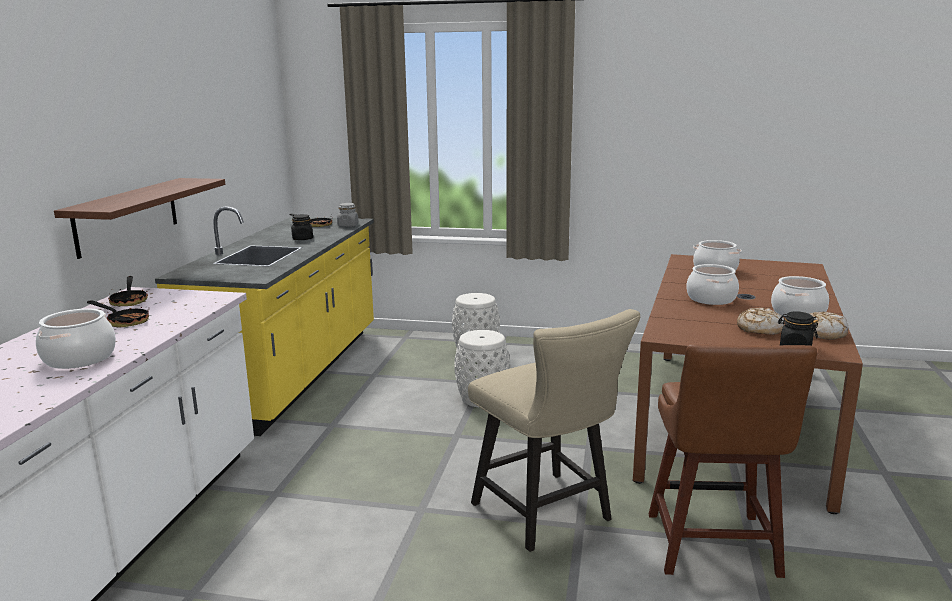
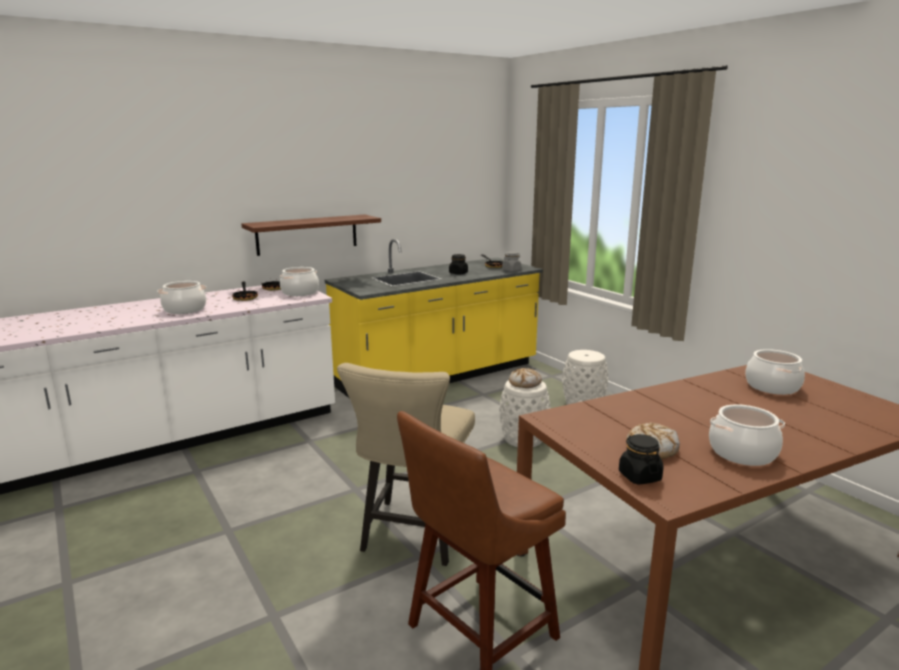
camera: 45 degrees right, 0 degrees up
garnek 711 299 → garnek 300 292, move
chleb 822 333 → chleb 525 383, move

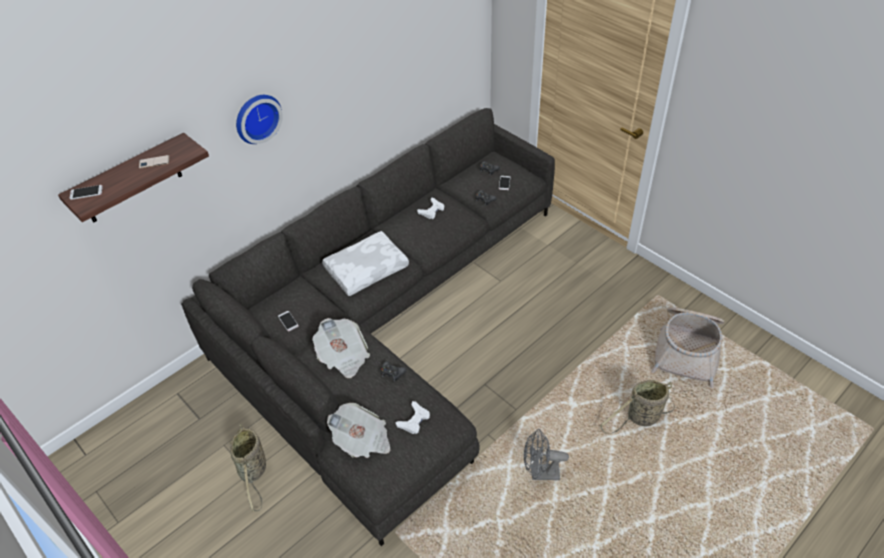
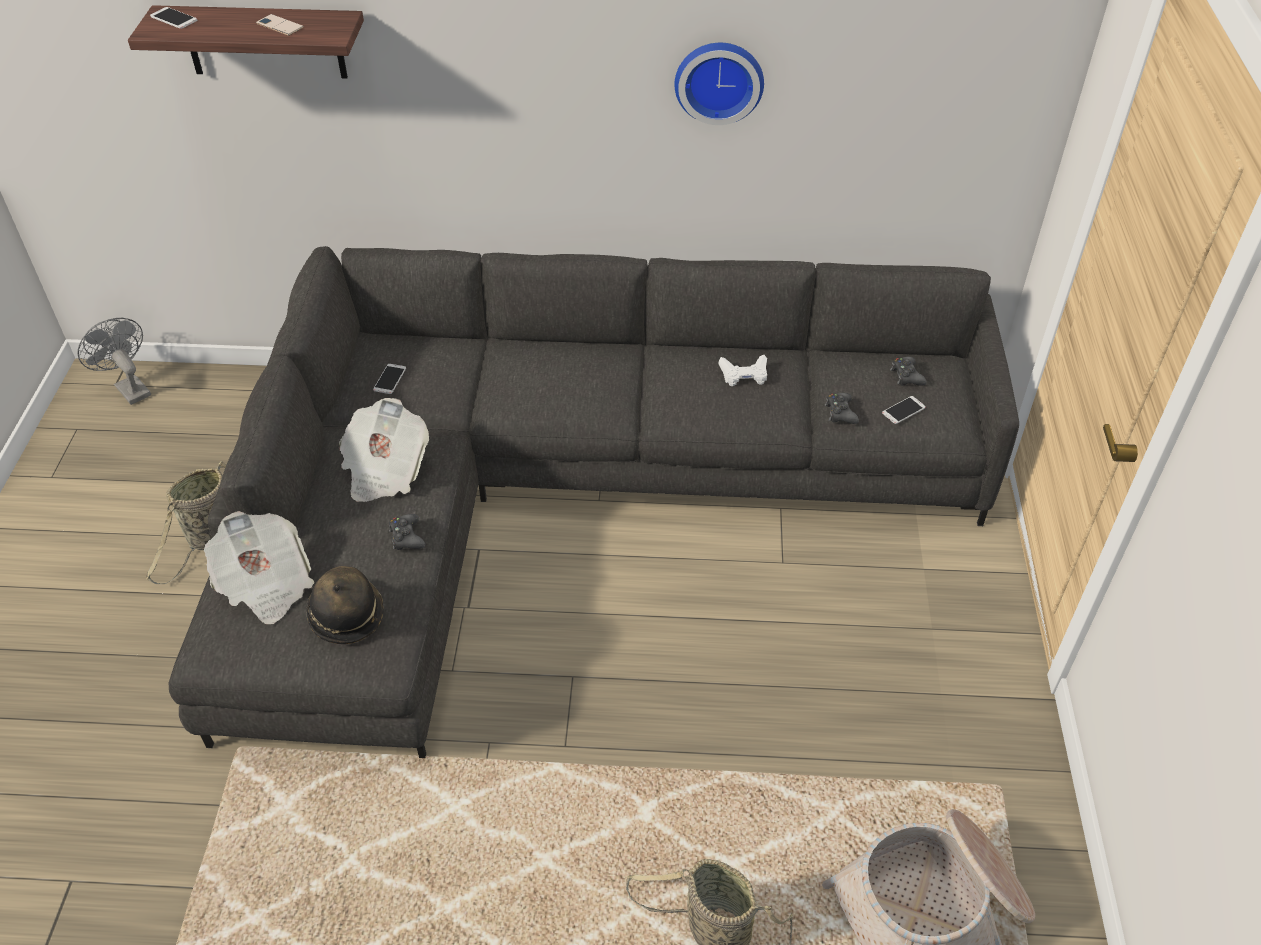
camera: 45 degrees right, 0 degrees up
wentylator (szary) 540 473 → wentylator (szary) 129 388, move
pad do gier (biały) 414 420 → kapelusz 346 614
zegar ścienny 256 117 → zegar ścienny 719 80, move
poduszka (biały) 366 268 → -

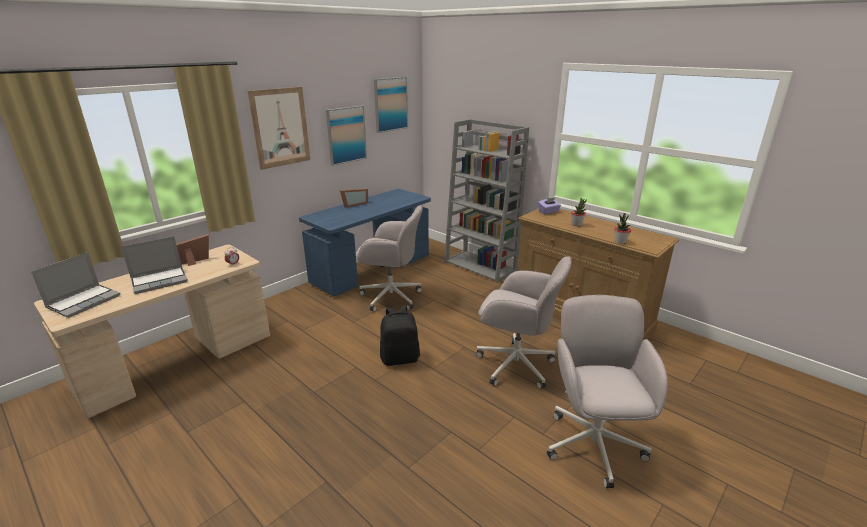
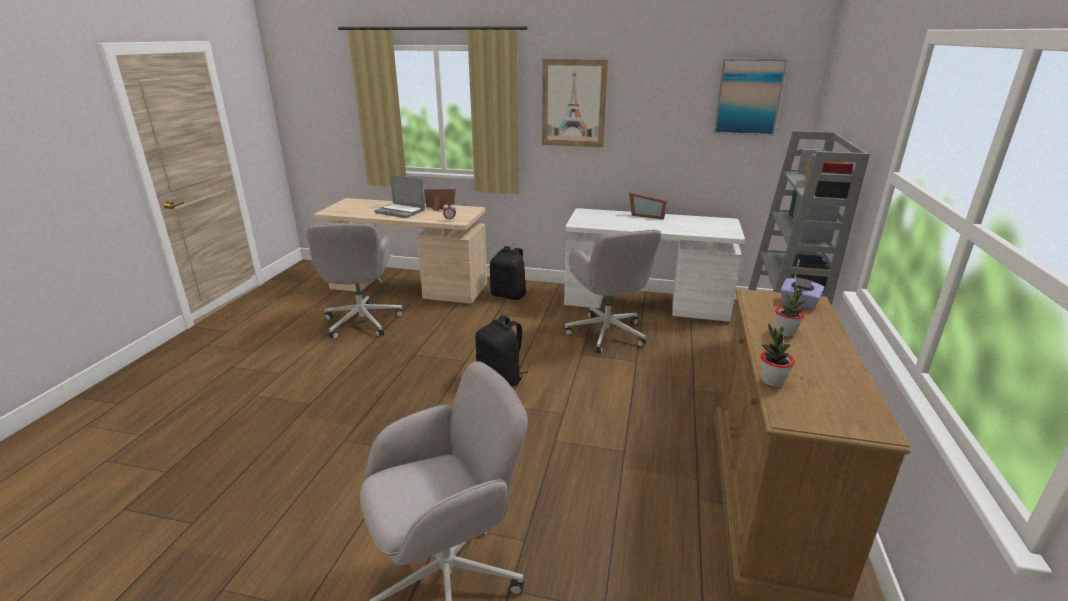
camera: 60 degrees right, 0 degrees up
krzesło biurowe (szary) 516 366 → krzesło biurowe (szary) 362 322, move
- → plecak (czarny) 509 295
biurko (niebieski) 372 270 → biurko (biały) 645 304
laptop 84 301 → -
obraz 346 135 → -

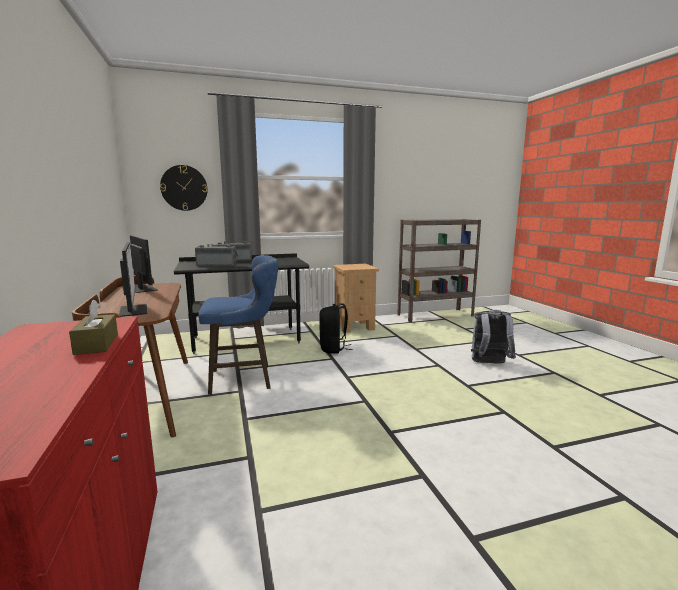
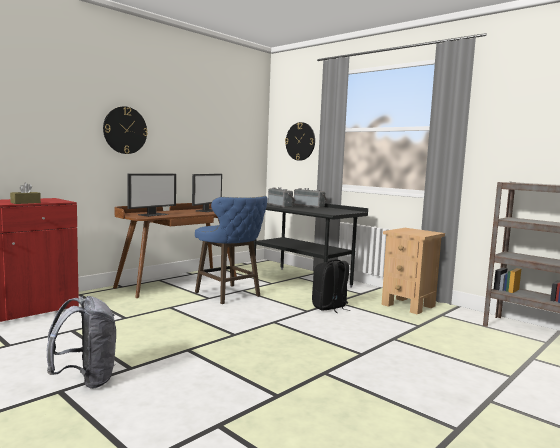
camera: 60 degrees right, 5 degrees down
plecak (szary) 489 364 → plecak (szary) 86 380, move
- → zegar ścienny 125 130

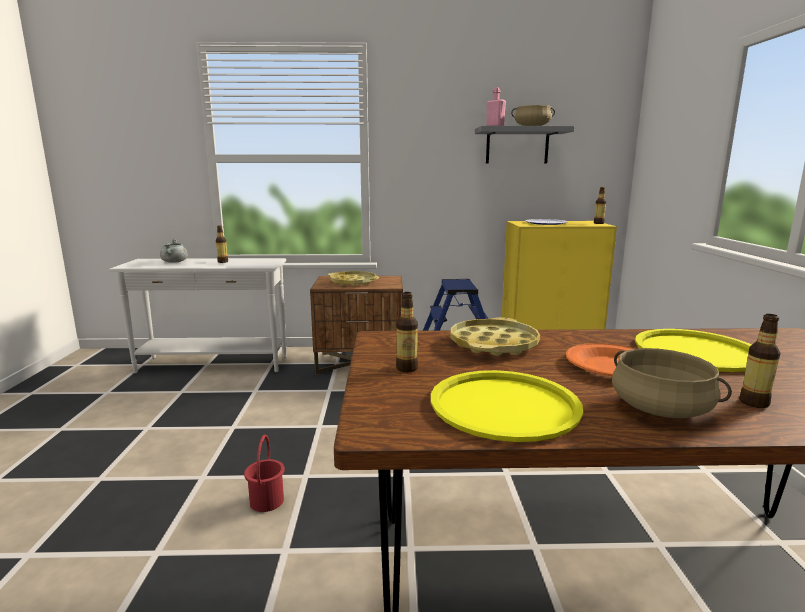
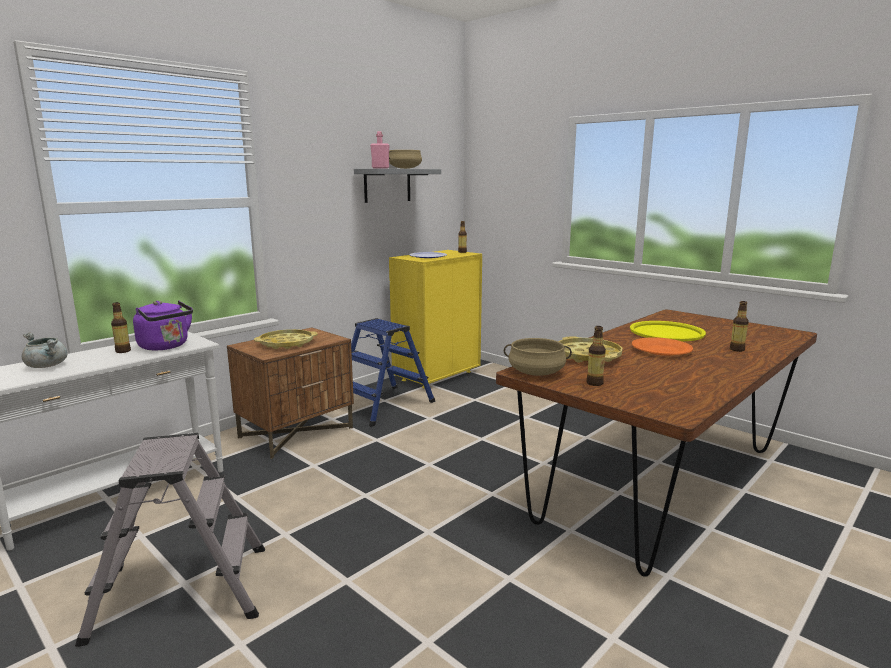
camera: 45 degrees left, 0 degrees up
- → drabinka (szary) 180 592
- → czajnik (fioletowy) 166 346
garnek (beżowy) 661 409 → garnek (beżowy) 536 372, move
wiadro (czerwony) 266 501 → -
taca (żółty) 504 405 → -

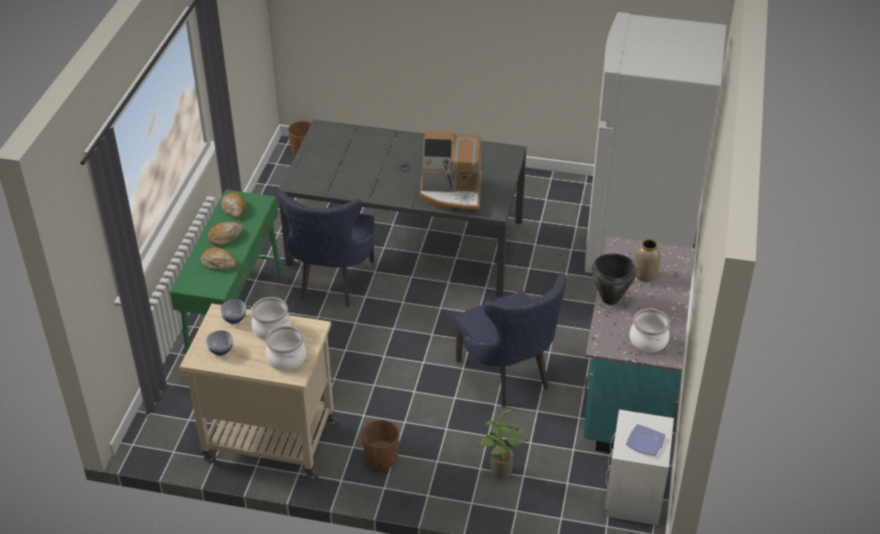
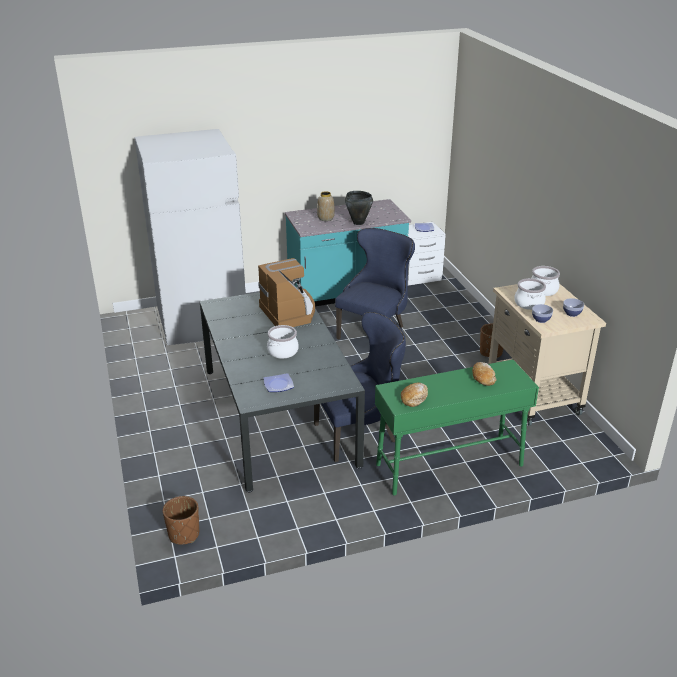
camera: 120 degrees left, 10 degrees down
- → talerz 278 385
garnek 648 341 → garnek 283 351, move
chleb 225 236 → -
roślina doniczkowa 499 474 → -

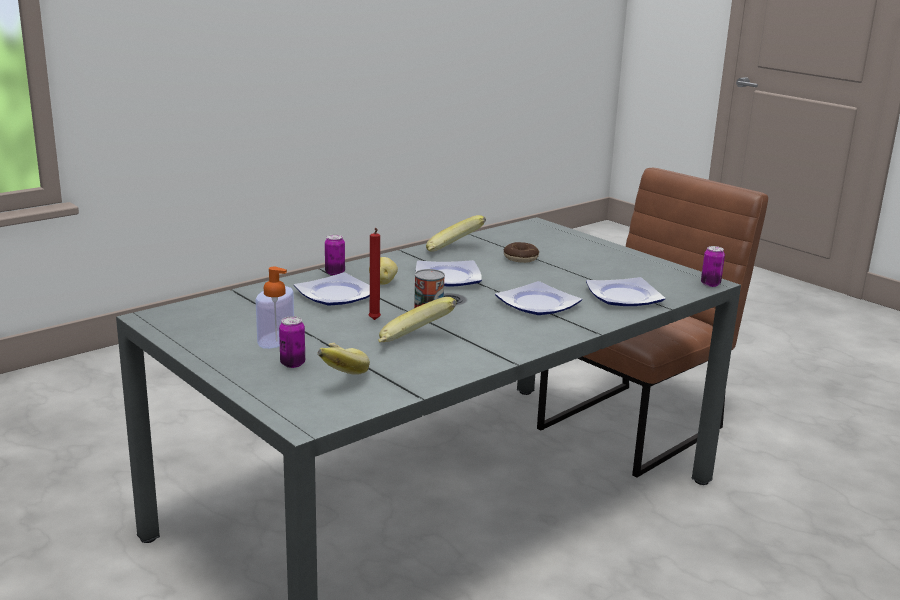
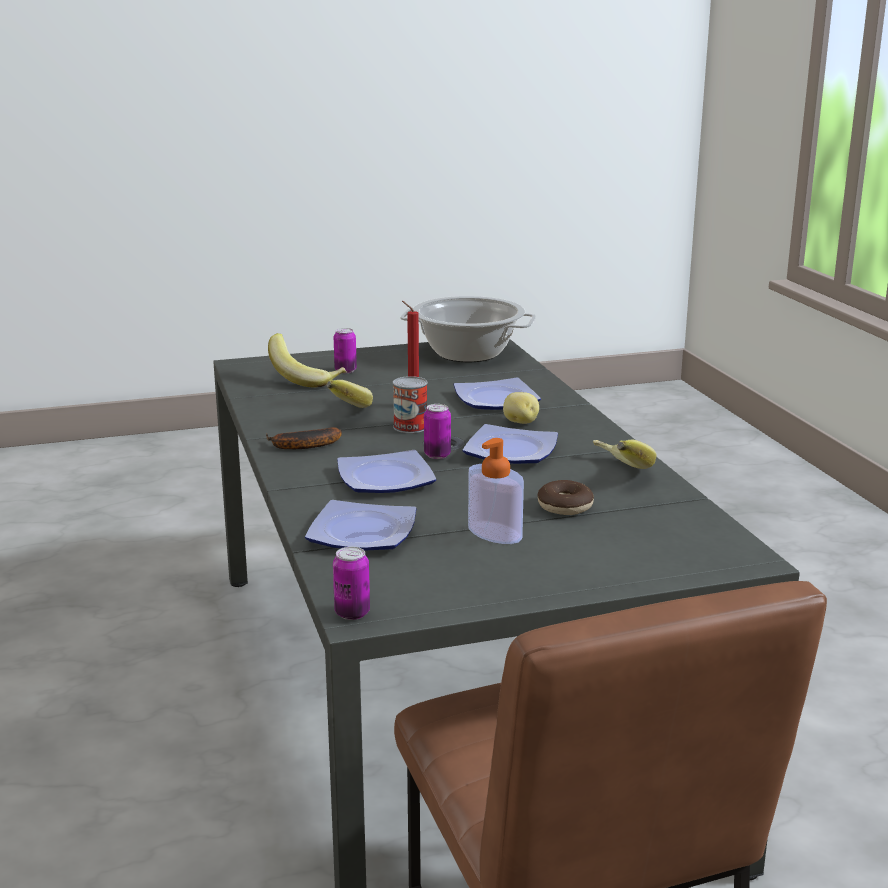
camera: 115 degrees right, 0 degrees up
- → banan 301 446
- → garnek 468 353
puszka 335 273 → puszka 437 455, move
dozownik mydła 276 339 → dozownik mydła 494 533, move

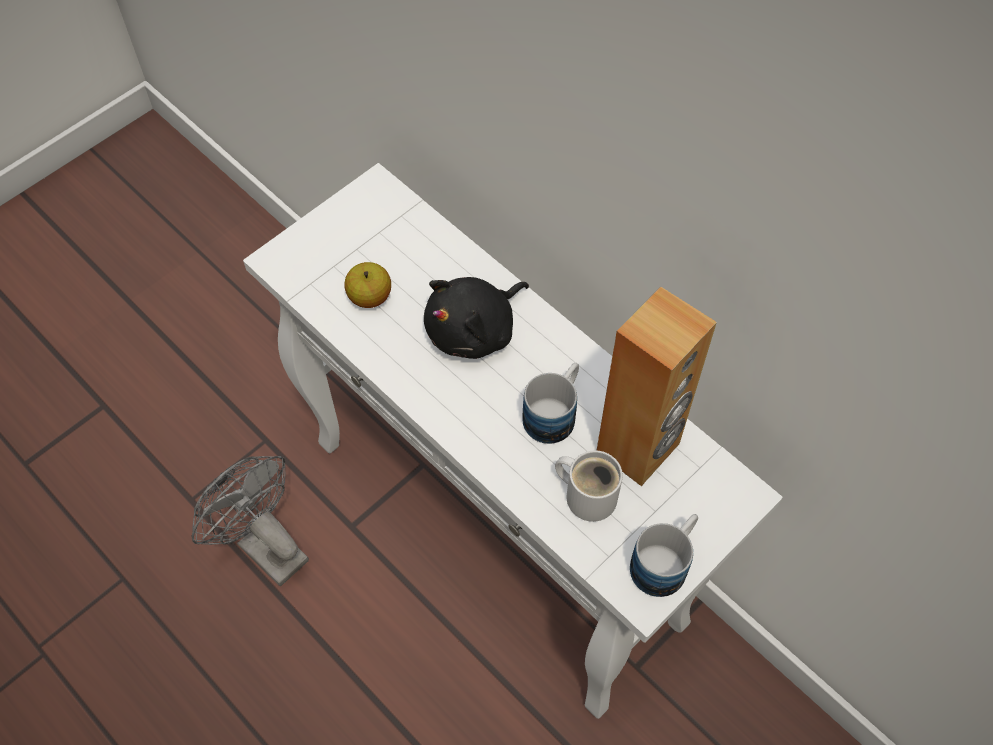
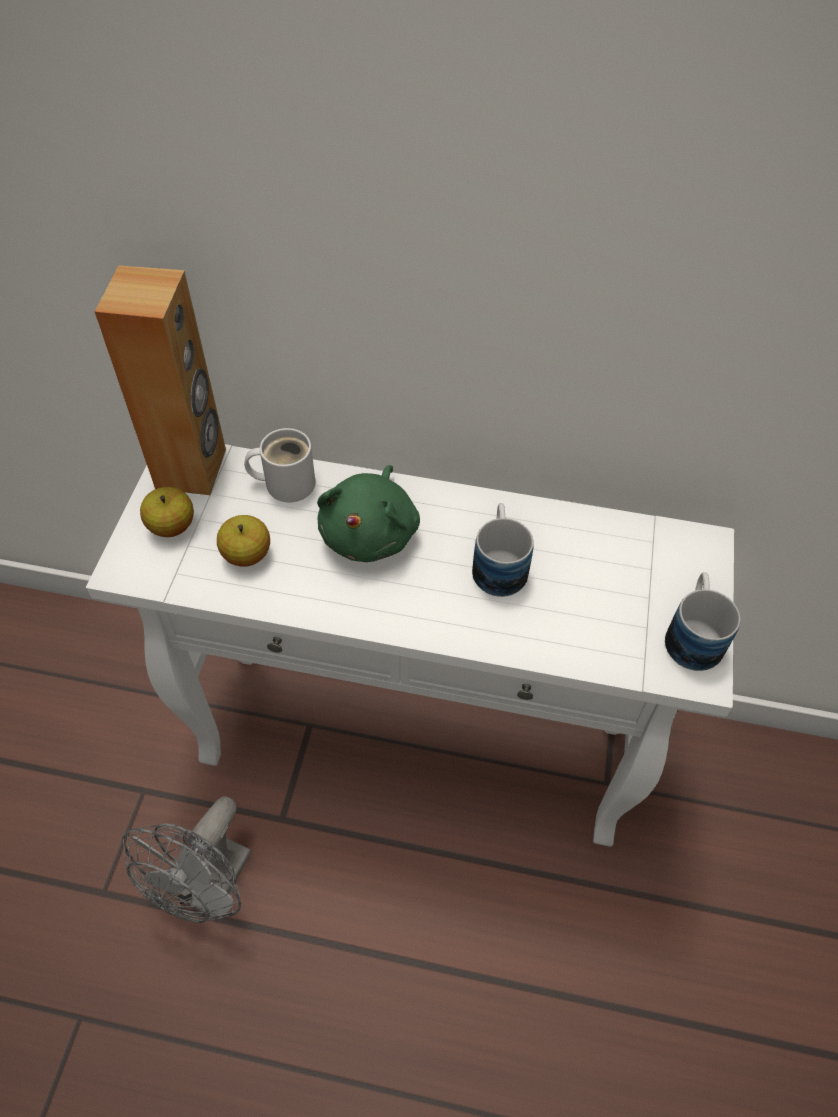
camera: 35 degrees left, 5 degrees down
głośnik (brązowy) 639 448 → głośnik (brązowy) 192 469, move
wentylator (szary) 264 546 → wentylator (szary) 209 889, 75 degrees counterclockwise
- → jabłko 172 526
kubek (biały) 588 494 → kubek (biały) 285 482, move
pluszak (czarny) 475 330 → pluszak (zielony) 371 532

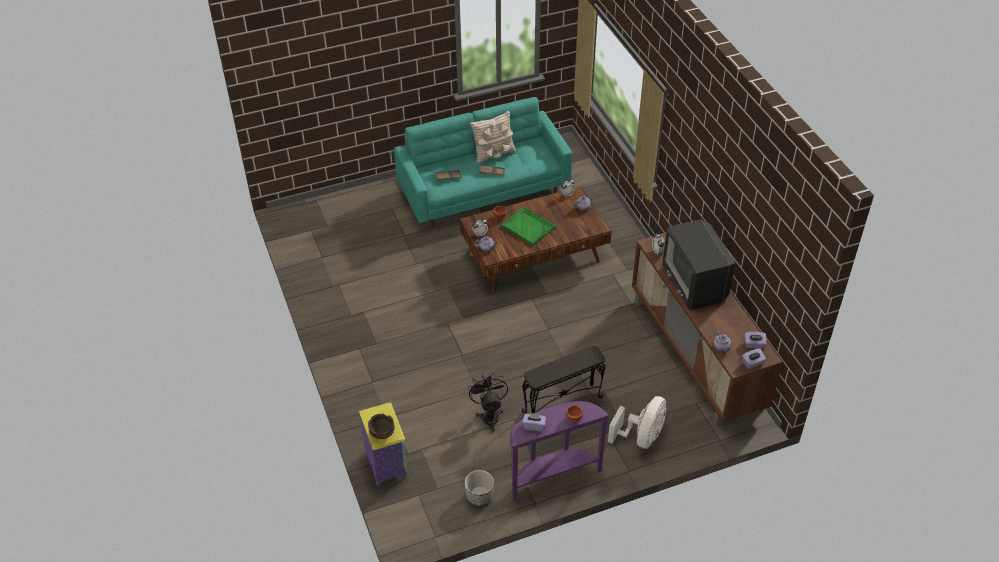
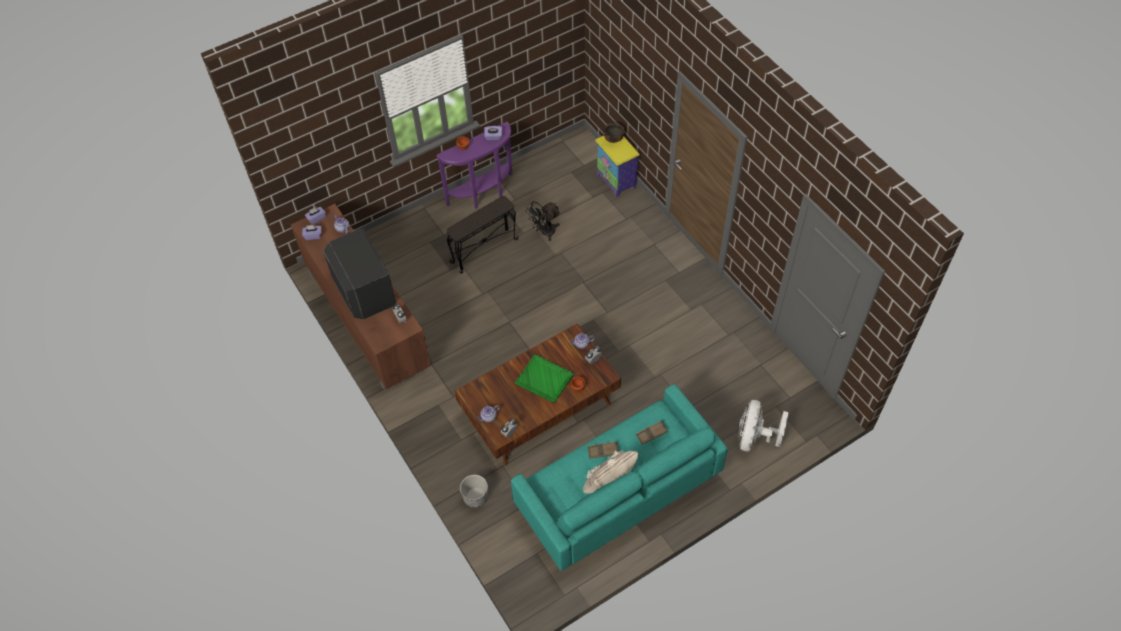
camera: 170 degrees right, 10 degrees up
donica 479 496 → donica 476 497, move
wentylator (czarny) 489 415 → wentylator (czarny) 545 232, 75 degrees clockwise
wentylator (biały) 641 437 → wentylator (biały) 754 437, move

